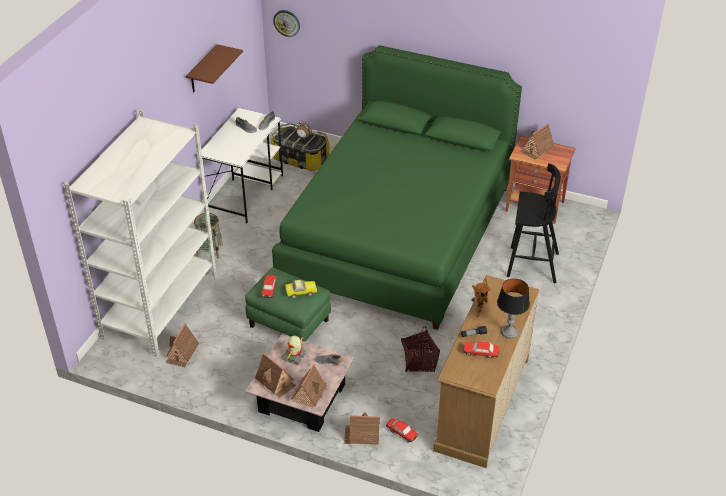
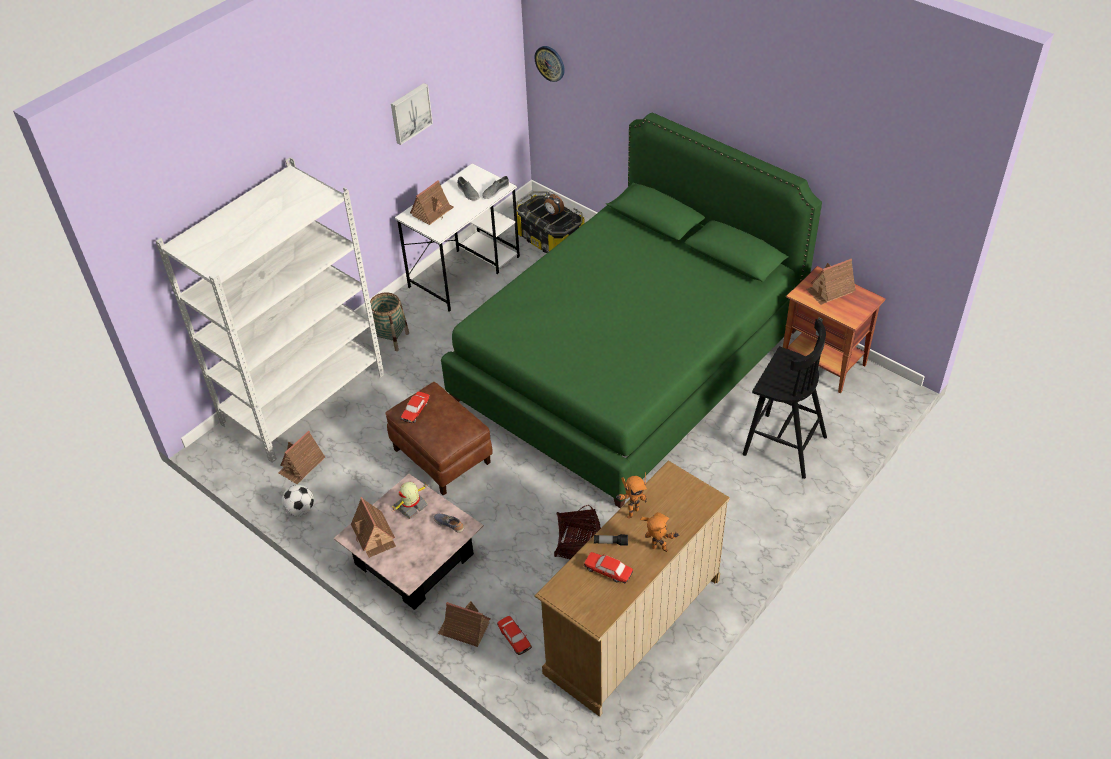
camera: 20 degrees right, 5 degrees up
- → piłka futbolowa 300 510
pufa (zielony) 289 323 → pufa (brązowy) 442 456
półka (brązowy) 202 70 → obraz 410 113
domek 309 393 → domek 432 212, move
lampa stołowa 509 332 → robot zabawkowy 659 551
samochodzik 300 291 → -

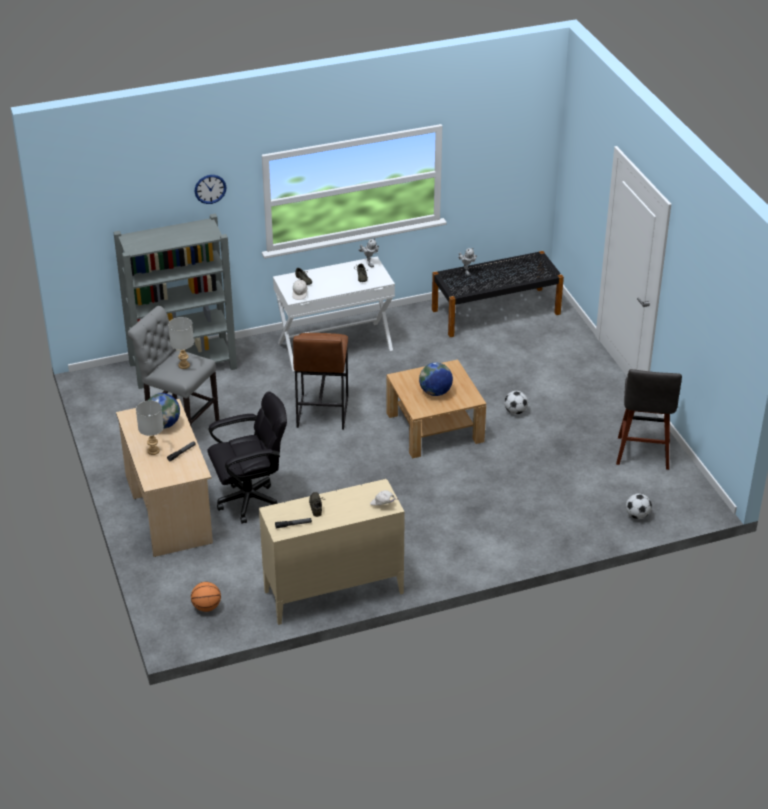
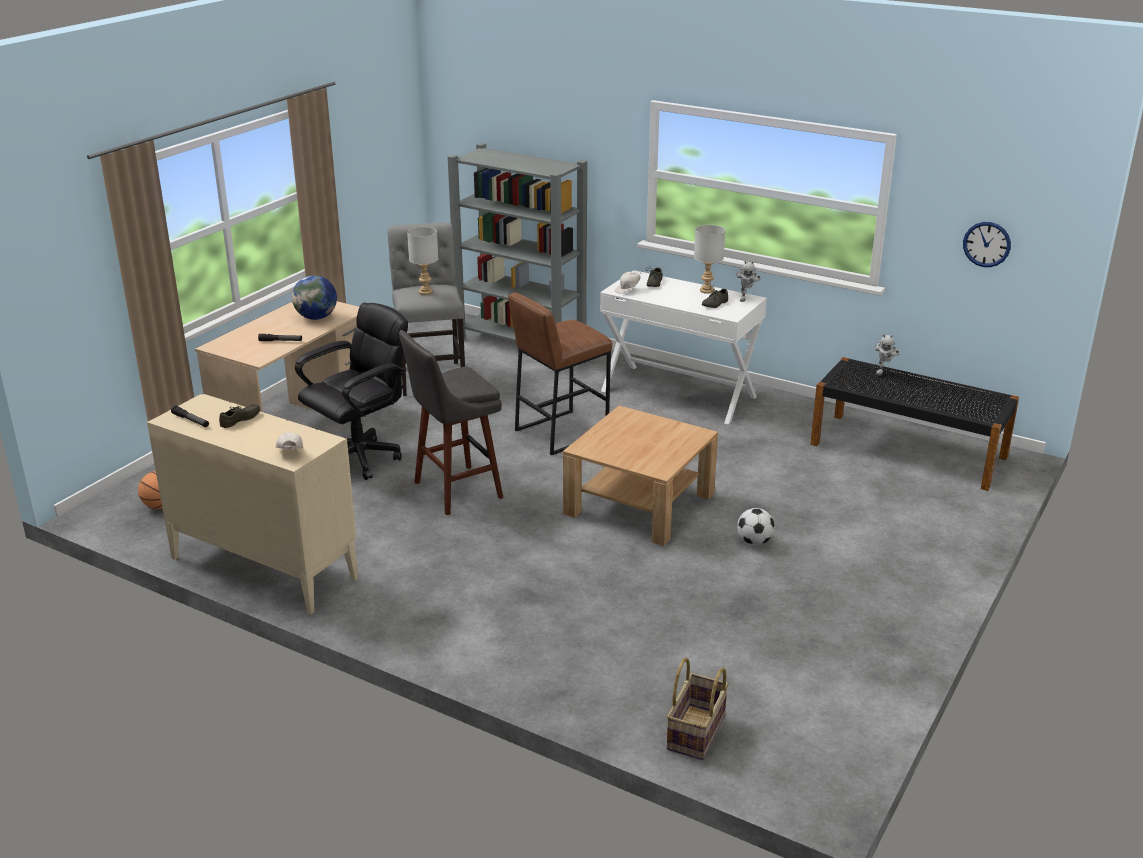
camera: 50 degrees right, 10 degrees down
krzesło biurowe (czarny) 251 500 → krzesło biurowe (czarny) 363 457, 75 degrees counterclockwise
stołek (szary) 642 454 → stołek (szary) 454 491, move
piłka futbolowa 637 515 → koszyk 697 733
lampa stołowa (szary) 154 451 → lampa stołowa (szary) 707 291, move
zegar ścienny 210 189 → zegar ścienny 986 244, move
globus 435 392 → -

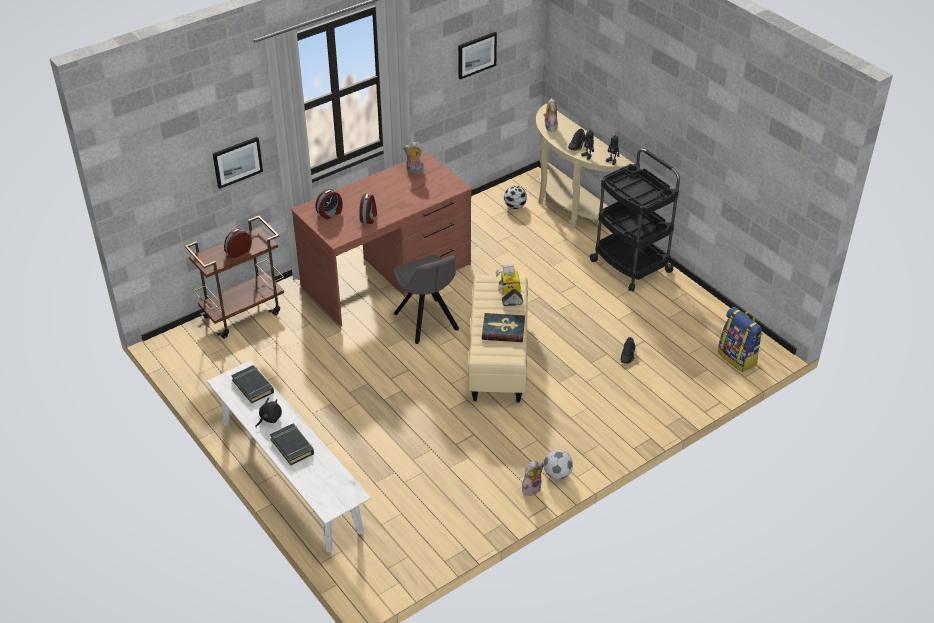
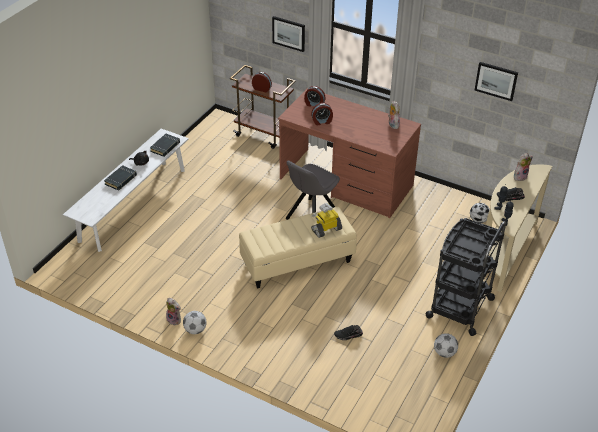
camera: 65 degrees right, 0 degrees up
- → piłka futbolowa 444 353
książka 503 329 → -
plecak 738 358 → -

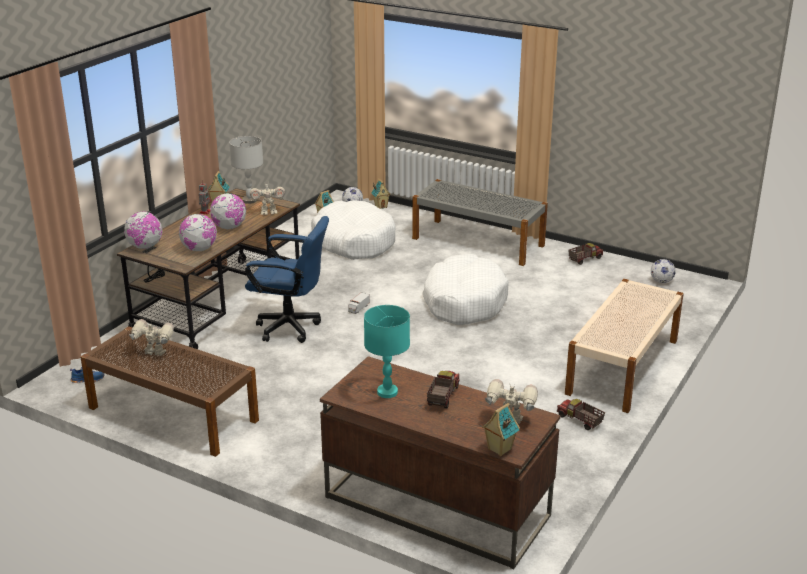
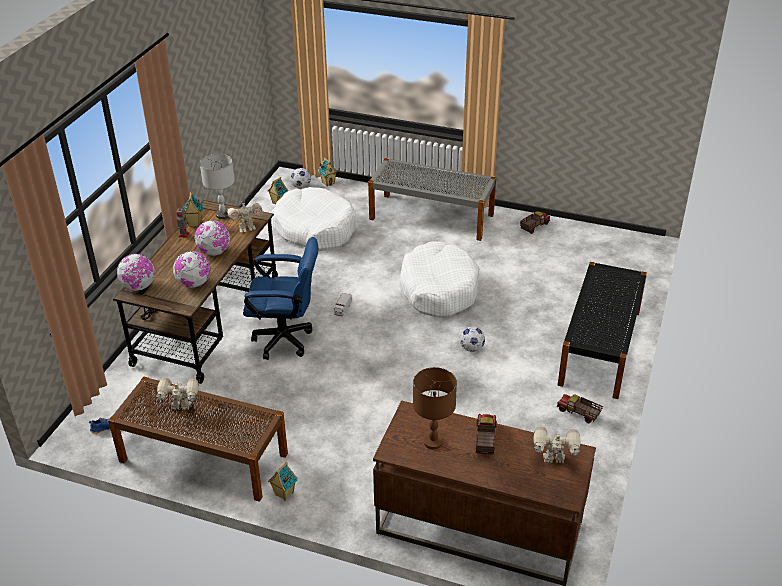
camera: 10 degrees left, 10 degrees up
domek 499 449 → domek 283 494, move
lampa stołowa (turkusowy) 387 392 → lampa stołowa (brązowy) 433 442
piłka futbolowa 661 282 → piłka futbolowa 471 348, move
ławka (beżowy) 623 367 → ławka (czarny) 600 347

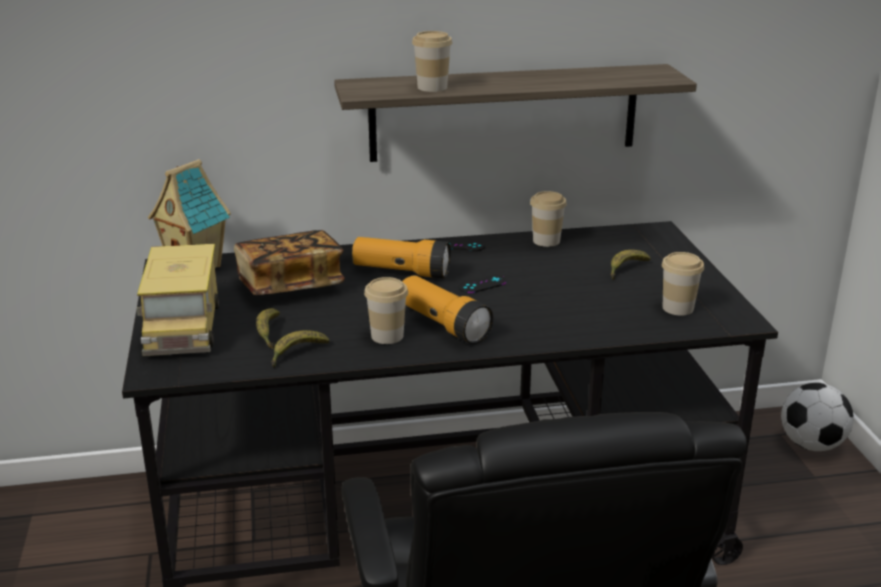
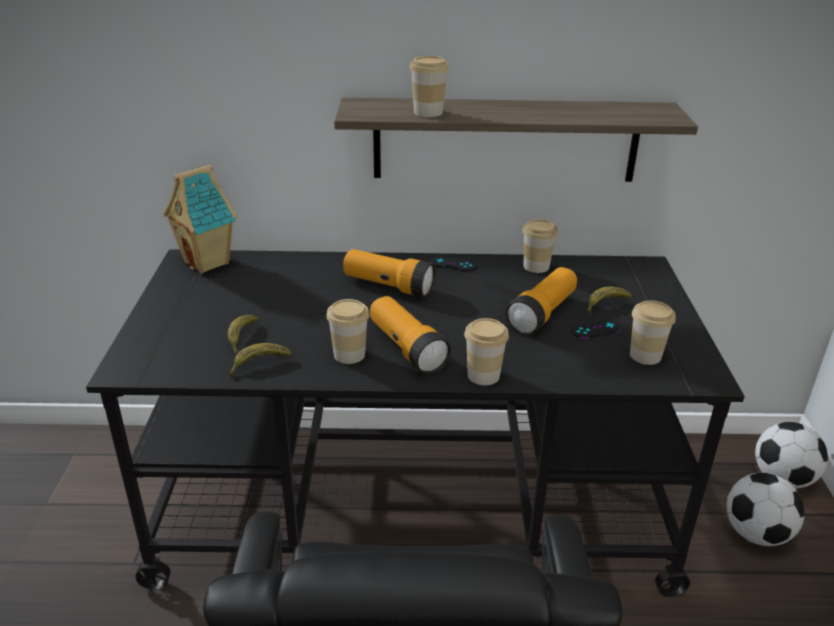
camera: 10 degrees right, 5 degrees up
- → filiżanka 483 375
- → latarka 542 313
pad do gier (czarny) 482 284 → pad do gier (czarny) 596 329, move
- → piłka futbolowa 756 534
ciężarówka zabawkowa 184 326 → -
książka 290 285 → -

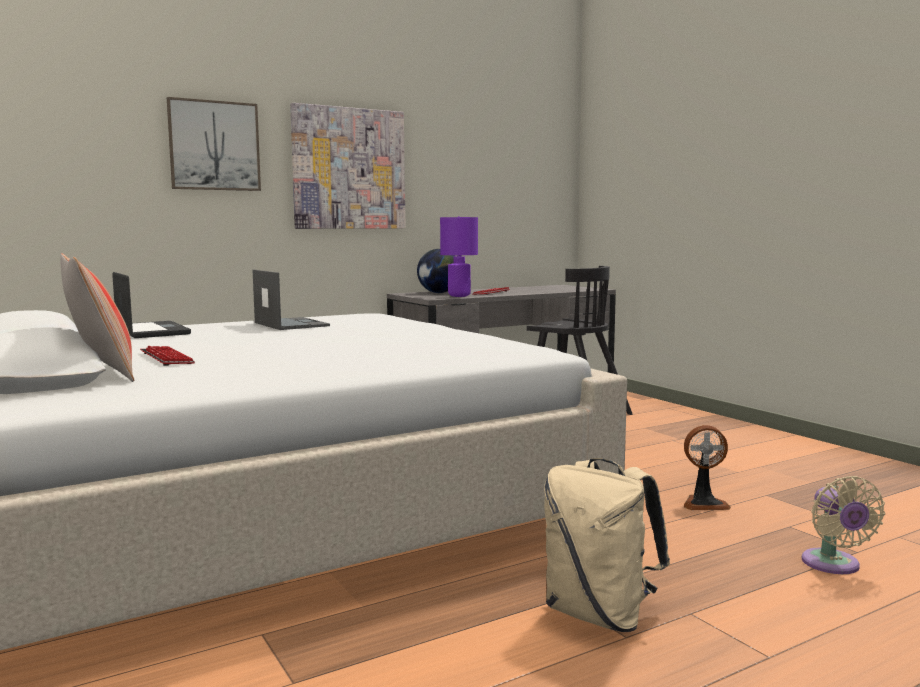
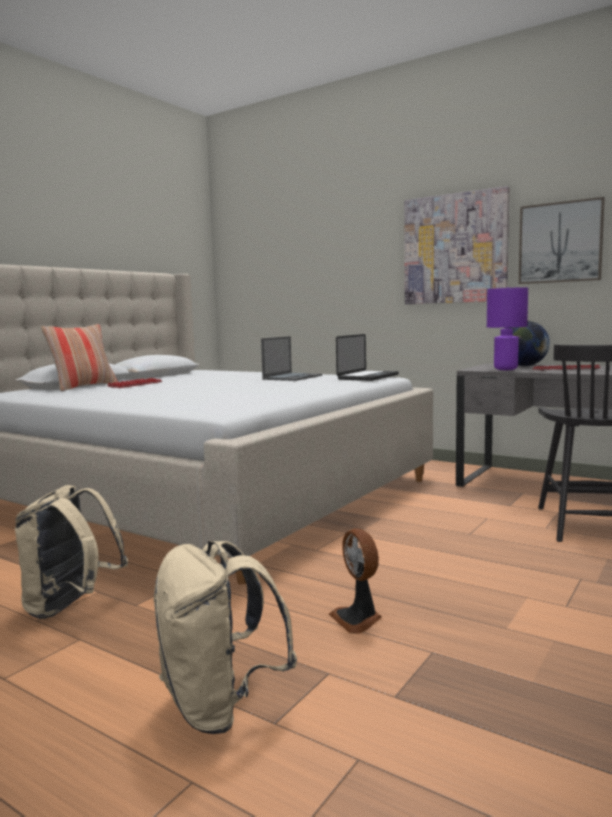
camera: 65 degrees right, 0 degrees up
wentylator (beżowy) 833 565 → plecak (beżowy) 220 706
laptop 152 331 → laptop 368 377, move
obraz 214 146 → obraz 560 242, move

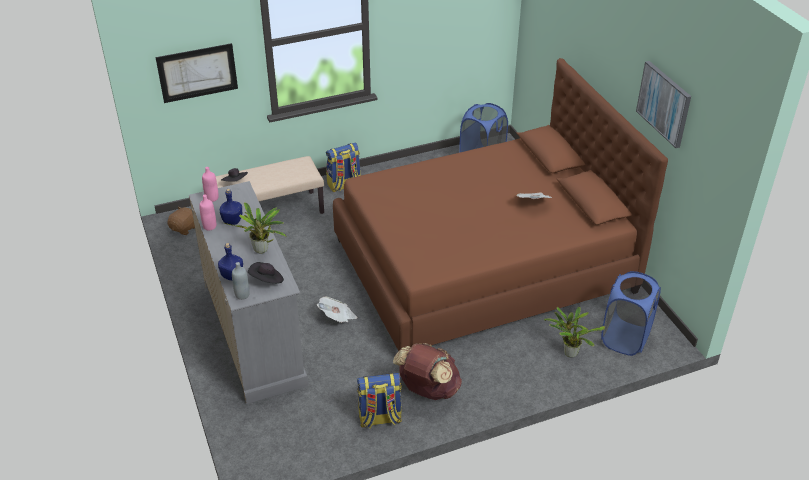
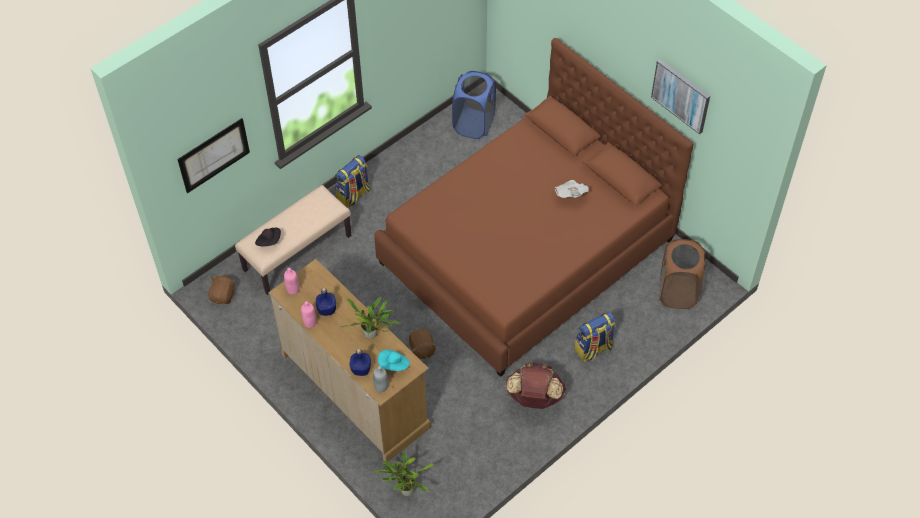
camera: 20 degrees left, 15 degrees up
komoda (szary) 254 332 → komoda (brązowy) 355 389
roślina doniczkowa 569 352 → roślina doniczkowa 405 489, move
kapelusz (czarny) 267 280 → kapelusz (turkusowy) 394 365
gazeta 337 317 → pluszak (brązowy) 422 349
plecak 379 418 → plecak 593 349, move
kosz na pranie (niebieski) 625 338 → kosz na pranie (brązowy) 677 292

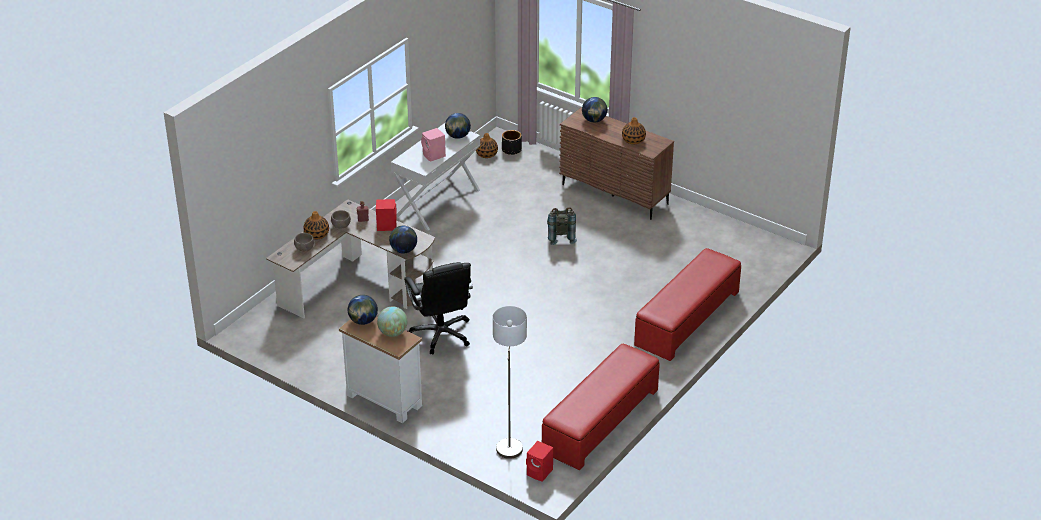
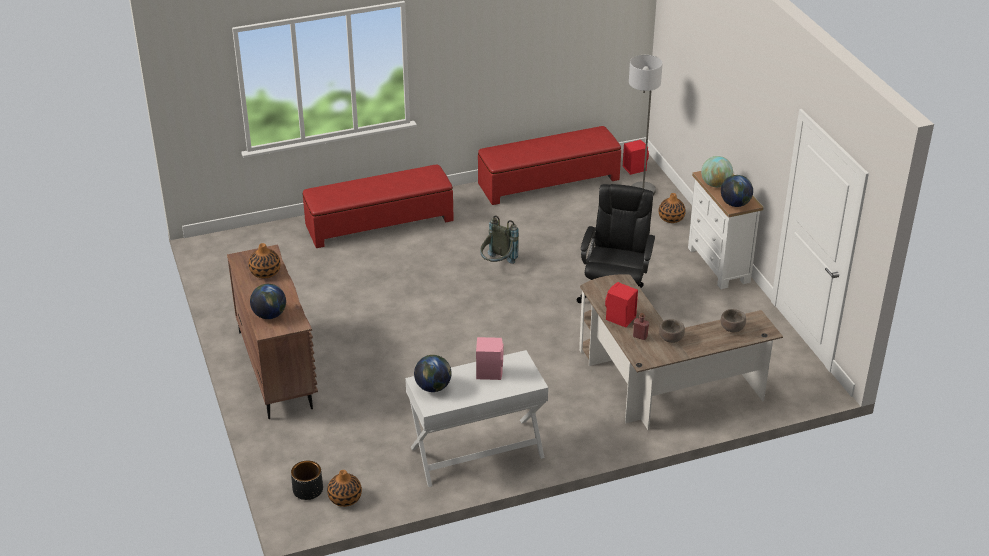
camera: 145 degrees left, 0 degrees up
plecak (szary) 560 237 → plecak (szary) 497 265, move
wazon 316 234 → wazon 671 218, move
globus 403 250 → -

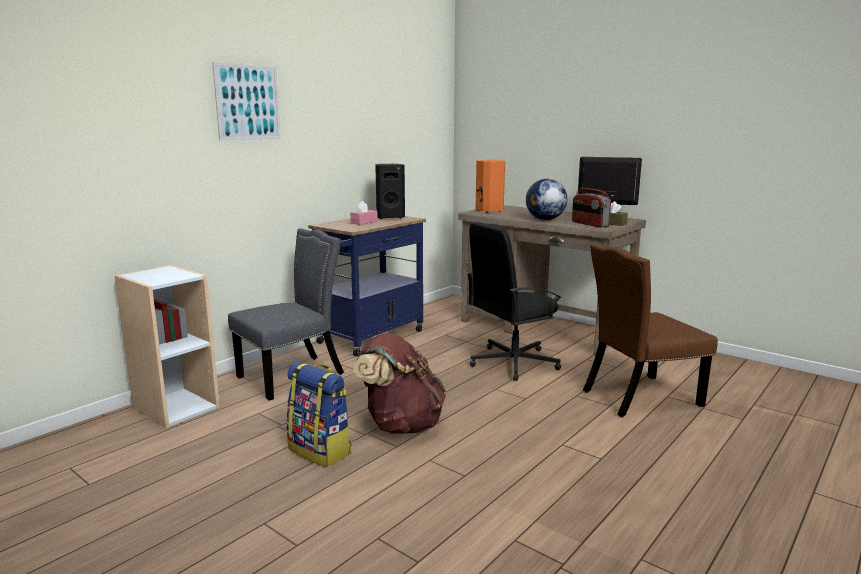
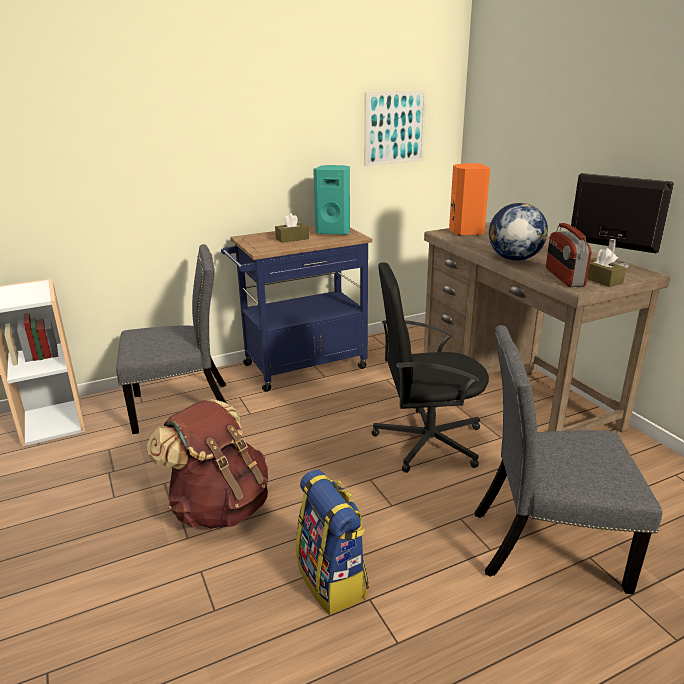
camera: 25 degrees right, 10 degrees up
pudełko chusteczek (różowy) 364 222 → pudełko chusteczek (brązowy) 292 239
plecak 321 451 → plecak 333 580, move
głośnik (czarny) 389 217 → głośnik (turkusowy) 334 232
obraz 248 102 → obraz 394 128, move
krzesło (brązowy) 641 396 → krzesło (szary) 550 546

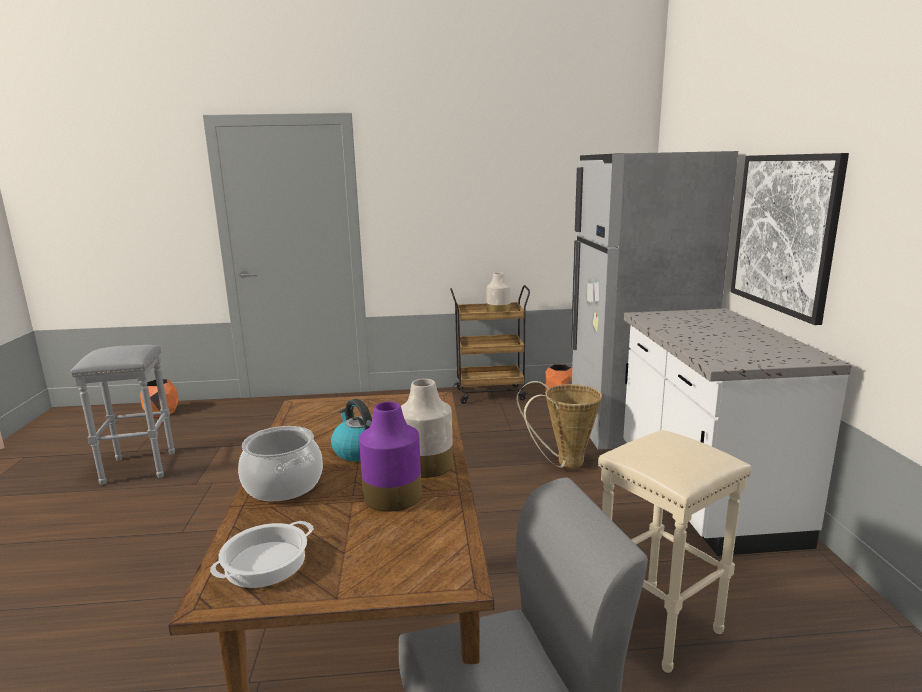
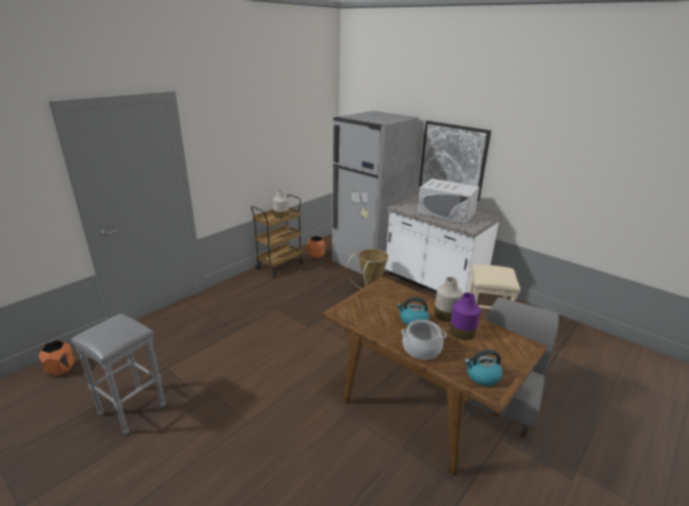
camera: 45 degrees left, 10 degrees up
- → mikrofalówka (biały) 446 213
garnek 265 563 → czajnik 482 376

